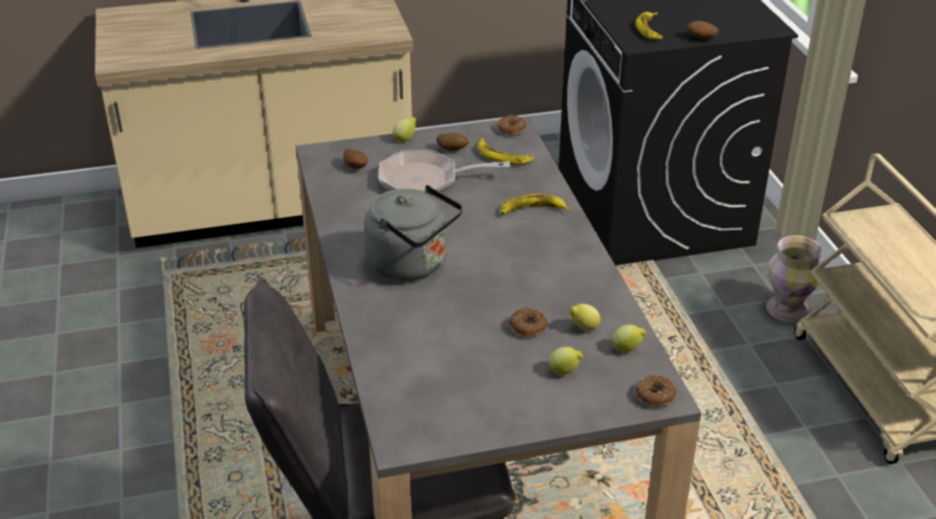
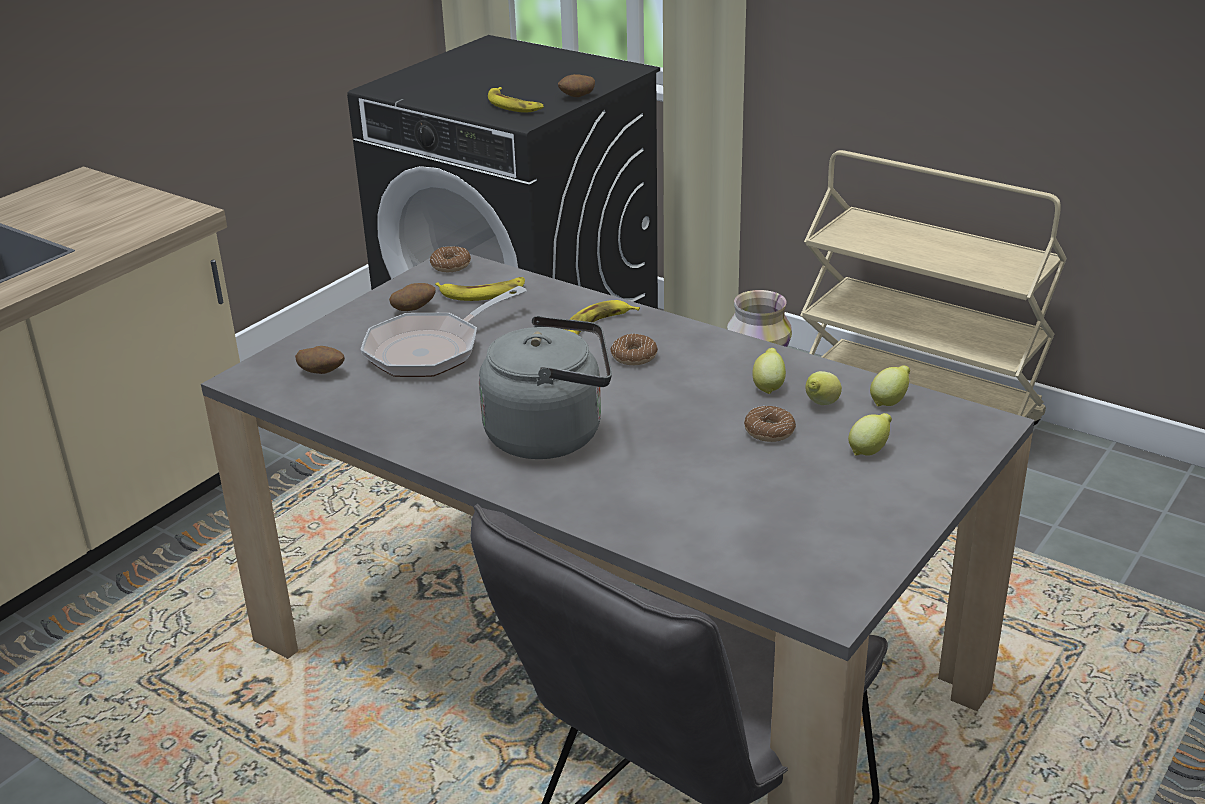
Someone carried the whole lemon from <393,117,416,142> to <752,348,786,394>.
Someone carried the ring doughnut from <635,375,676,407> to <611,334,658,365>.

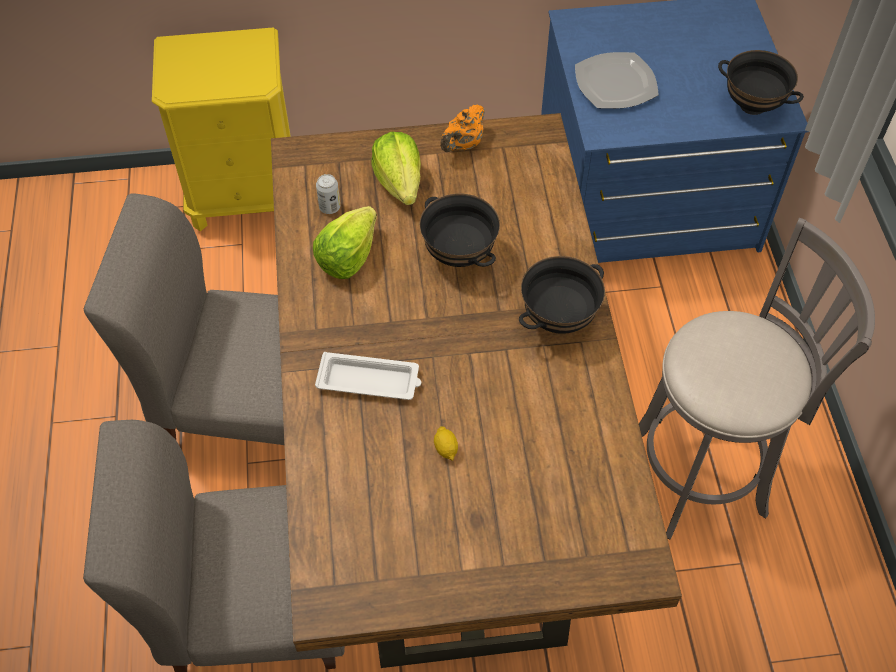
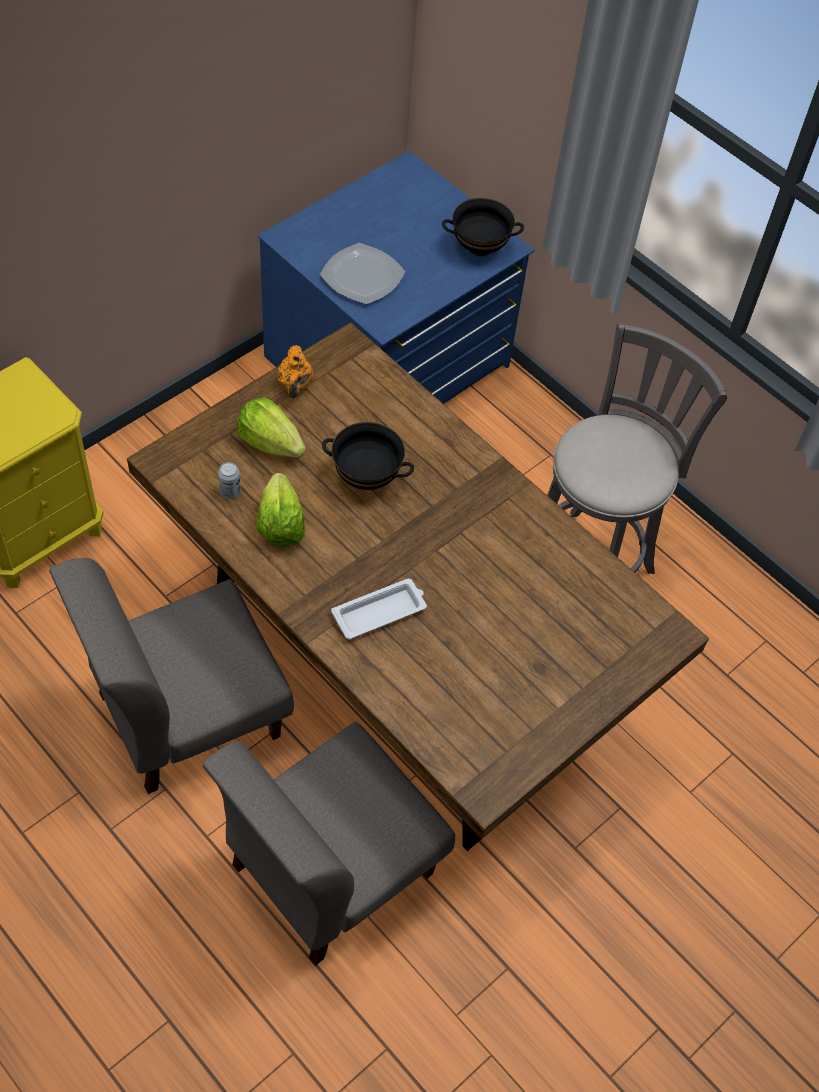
Someone took away the whole lemon at <434,426,458,461>.
Someone took away the black-coloured serving bowl at <519,256,605,334>.

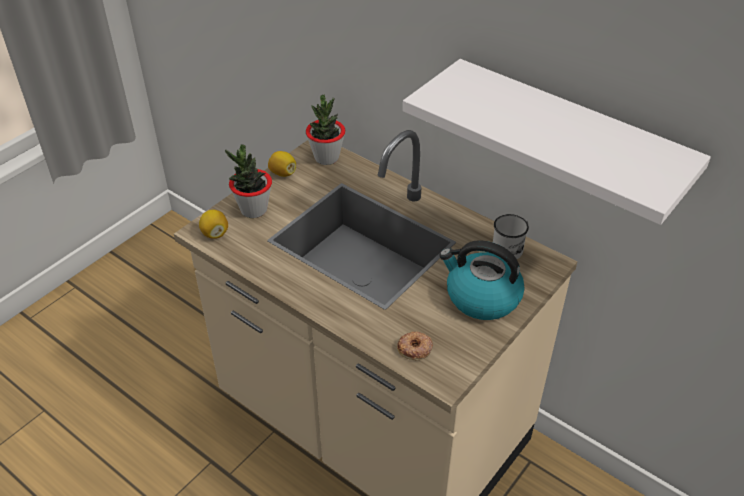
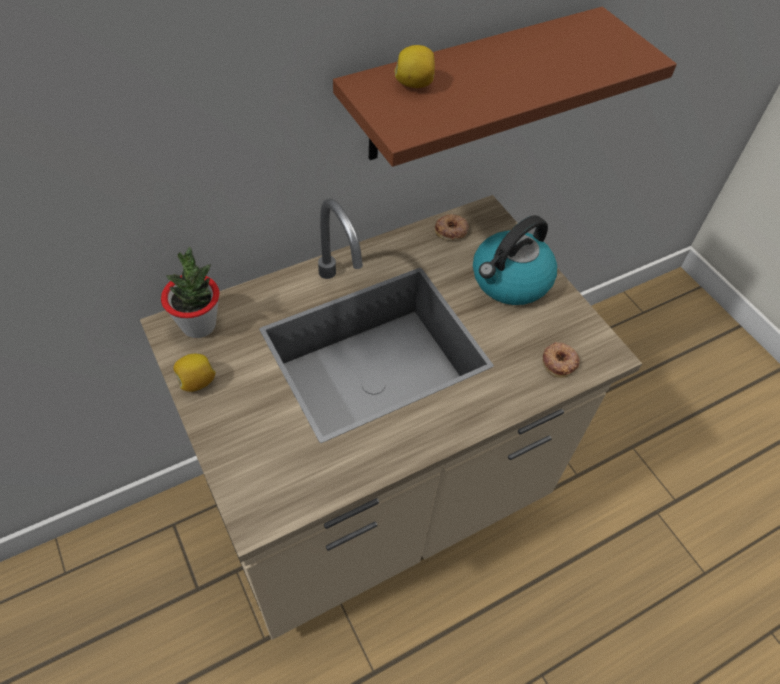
Someone took away the houseplant at <225,145,272,218>.
Someone carried the whole lemon from <199,210,228,239> to <395,45,435,88>.
Someone swapped the white-coloured coffee mug at <493,214,529,259> for the ring doughnut at <435,214,469,241>.
Someone repainted the white-coloured wall shelf at <403,59,711,225>, which became the brown-coloured wall shelf at <333,7,677,167>.

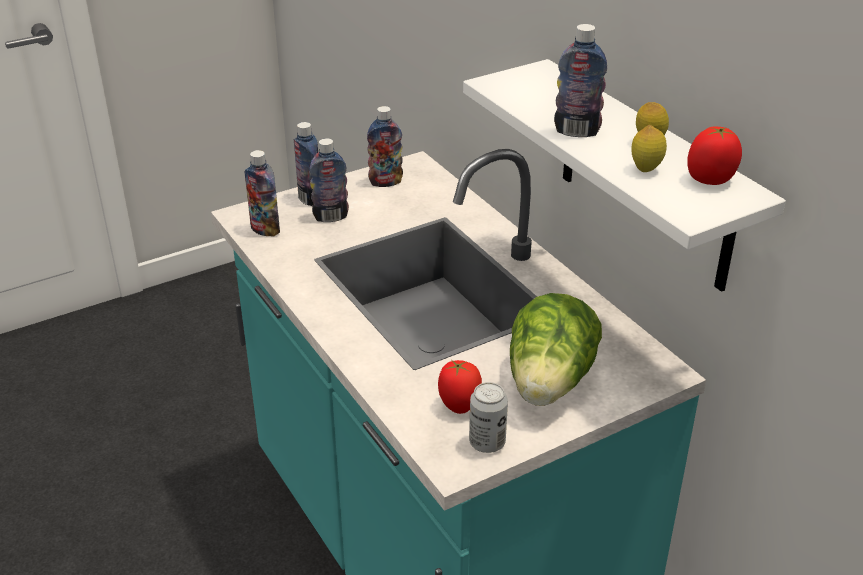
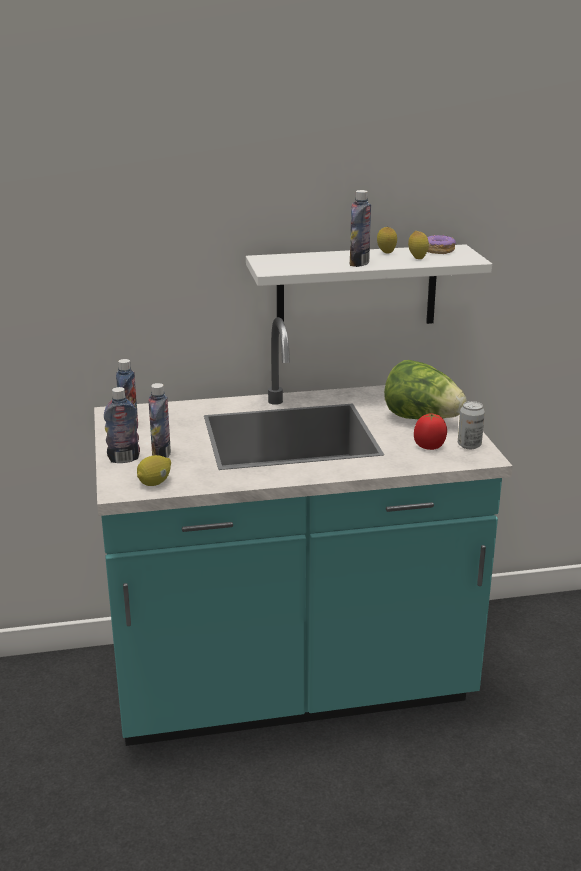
Someone swapped the bottle at <245,150,280,237> for the whole lemon at <137,455,171,486>.
Someone swapped the tomato at <687,126,742,185> for the ring doughnut at <427,234,456,254>.

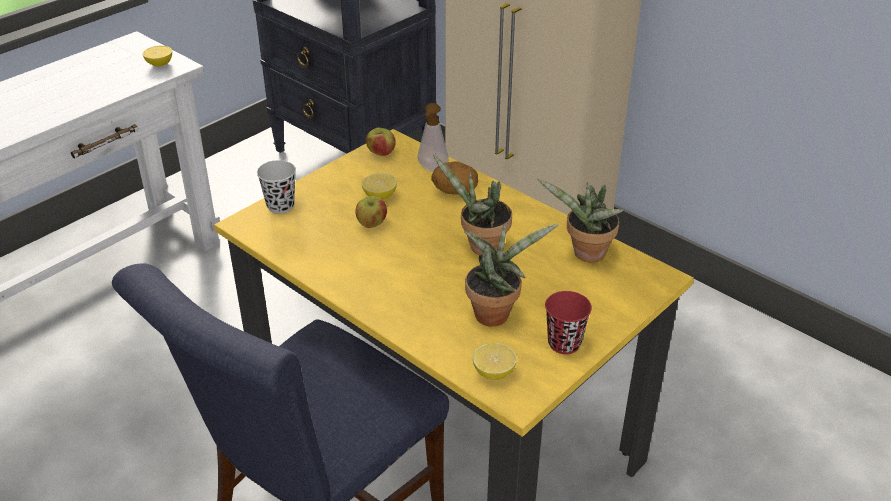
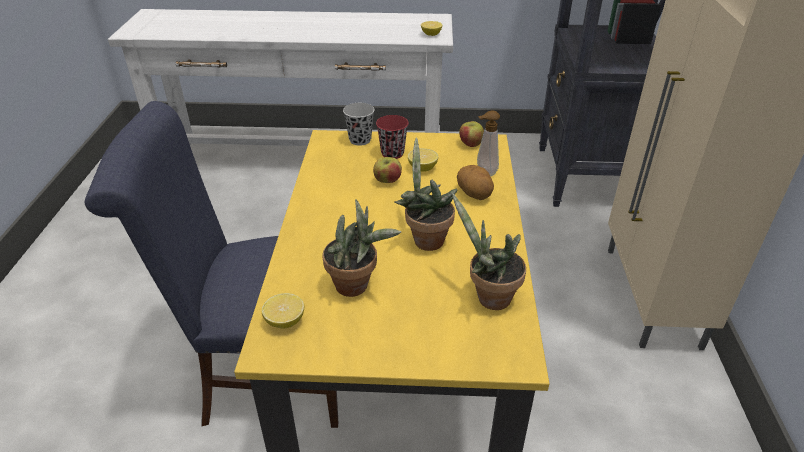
Someone carried the red-coloured drinking cup from <545,291,592,354> to <376,115,409,159>.

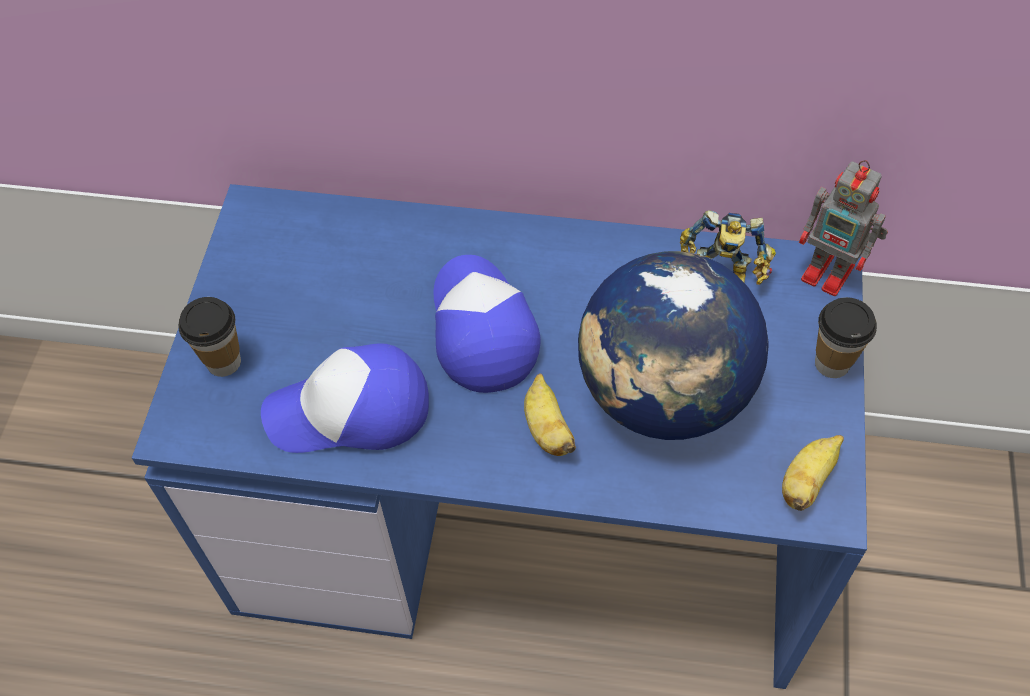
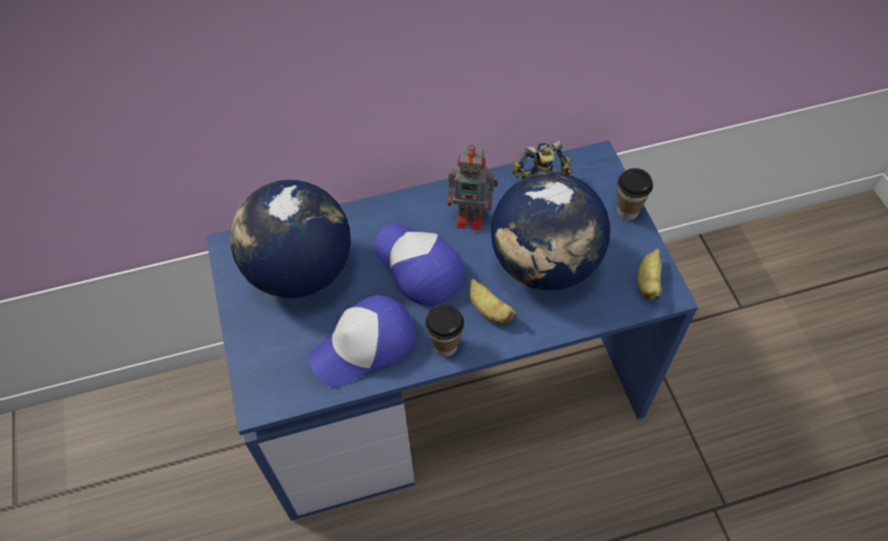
Someone put down the globe at <230,180,351,298>.
Someone carried the drinking cup from <178,297,241,377> to <425,304,464,357>.
Someone carried the robot figure from <799,160,888,296> to <448,145,498,230>.

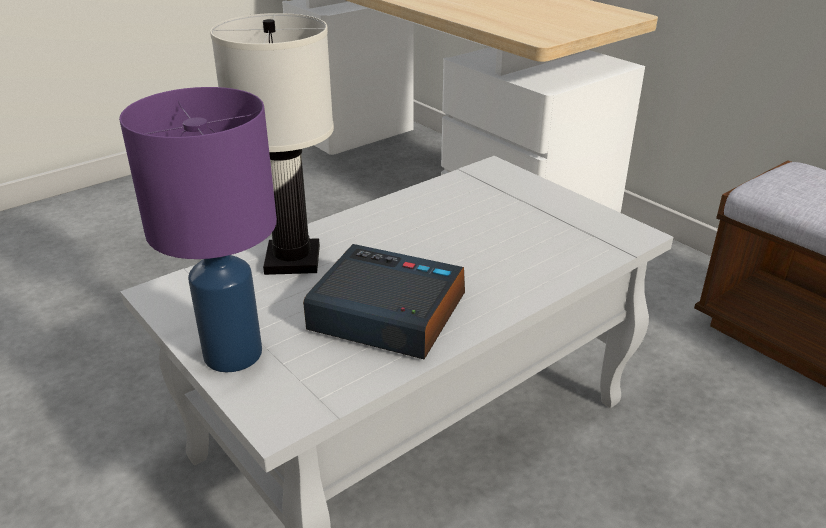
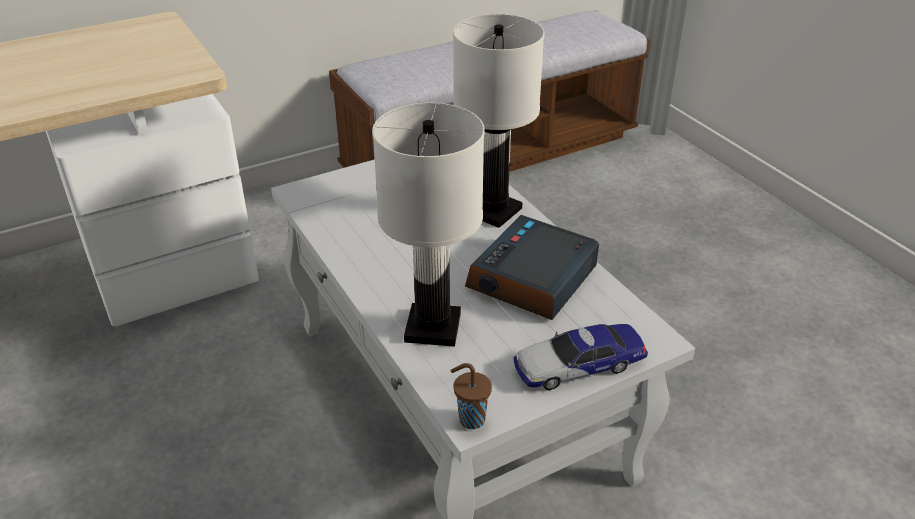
Someone put down the brown-coloured drinking cup at <451,363,492,429>.
Someone put down the white-coloured table lamp at <453,14,544,228>.
Someone swapped the purple-coloured table lamp at <119,87,277,372> for the toy car at <513,324,648,391>.

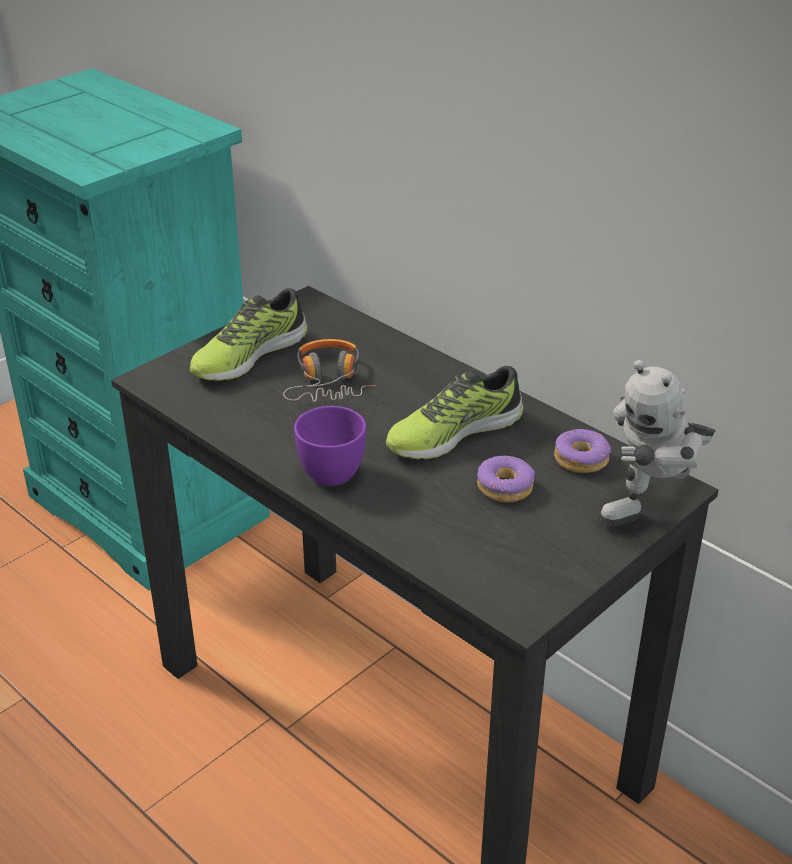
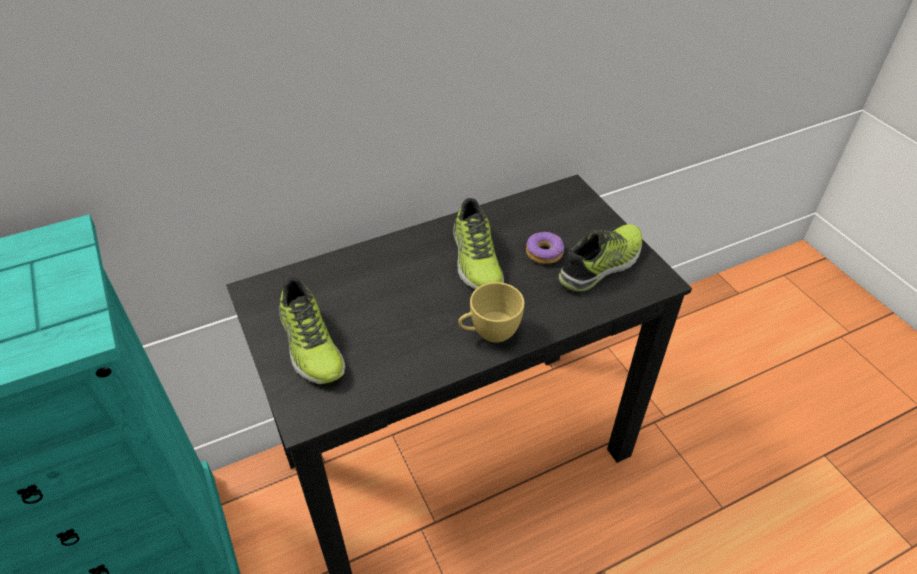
Someone took away the headphones at <283,339,376,402>.
Someone took away the ring doughnut at <554,429,611,473>.
Someone took away the robot figure at <598,360,715,527>.
Someone put down the item of footwear at <559,224,642,292>.
Someone repainted the purple-coloured drinking cup at <294,406,366,486>, which became the yellow drinking cup at <458,282,525,343>.

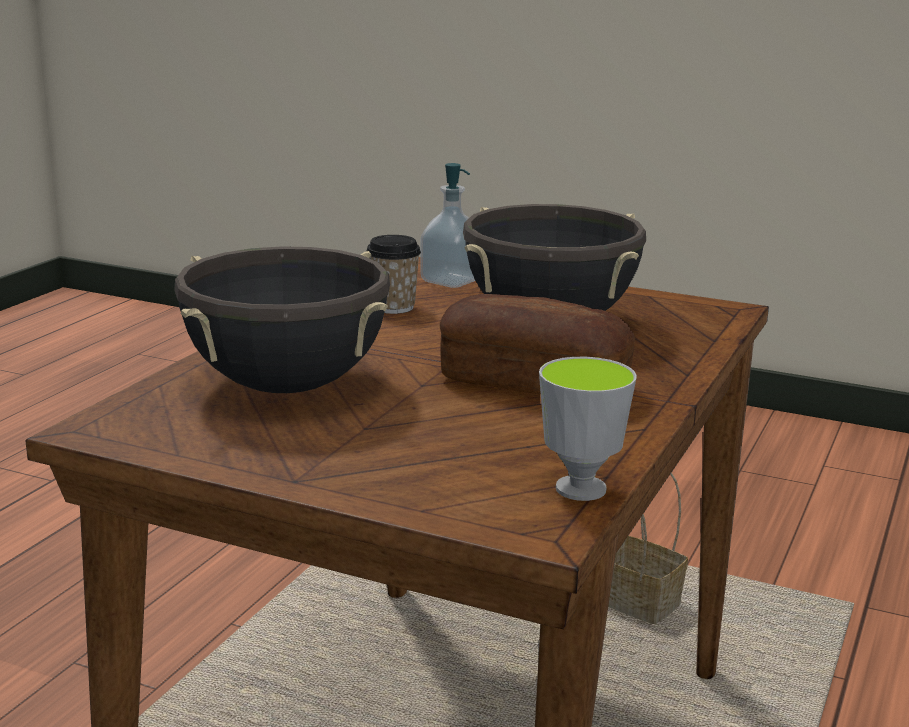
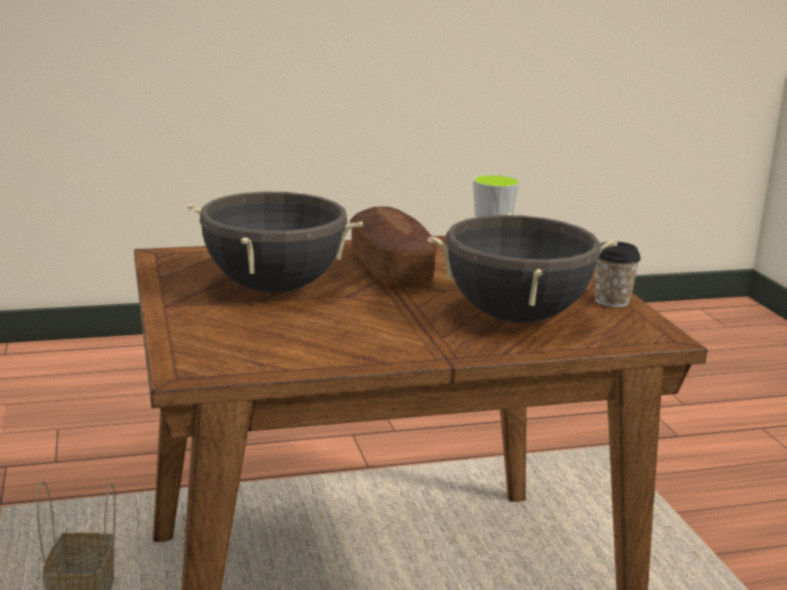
Someone took away the soap dispenser at <420,163,475,288>.
Someone carried the drinking cup from <366,235,421,314> to <595,241,641,308>.

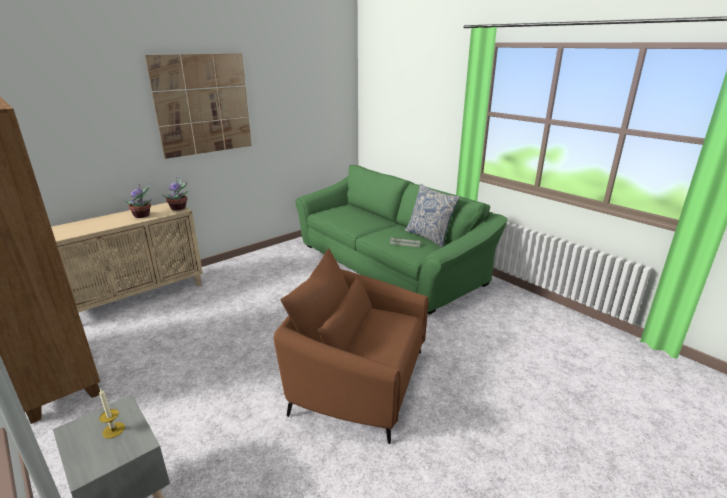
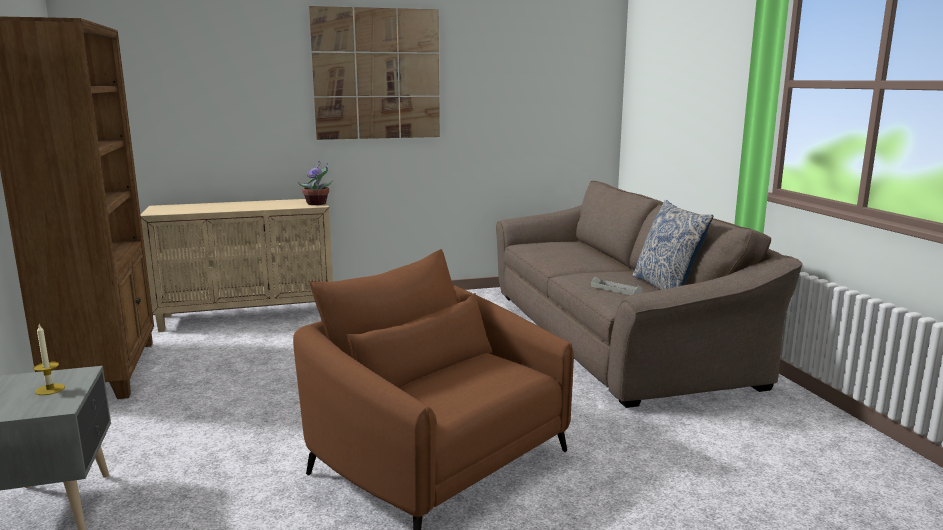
Someone took away the houseplant at <124,183,152,218>.
Someone repainted the green couch at <295,165,508,314>, which became the brown-coloured couch at <496,181,803,408>.

